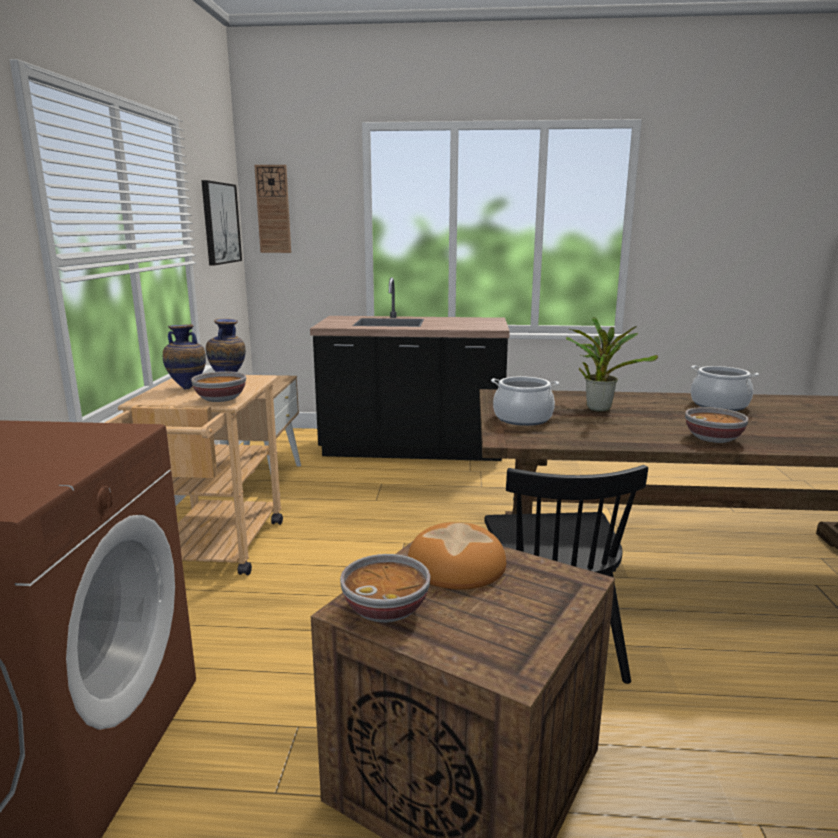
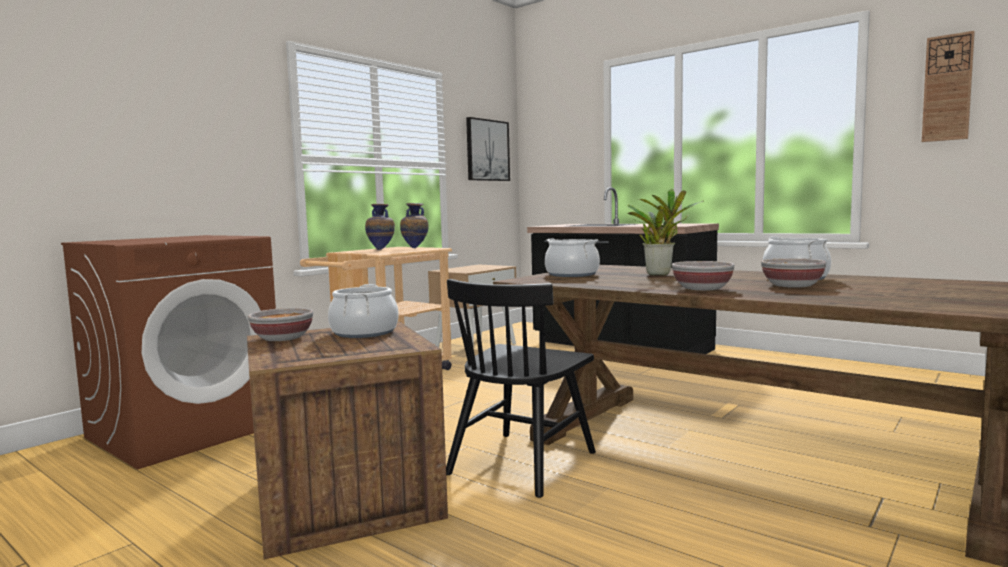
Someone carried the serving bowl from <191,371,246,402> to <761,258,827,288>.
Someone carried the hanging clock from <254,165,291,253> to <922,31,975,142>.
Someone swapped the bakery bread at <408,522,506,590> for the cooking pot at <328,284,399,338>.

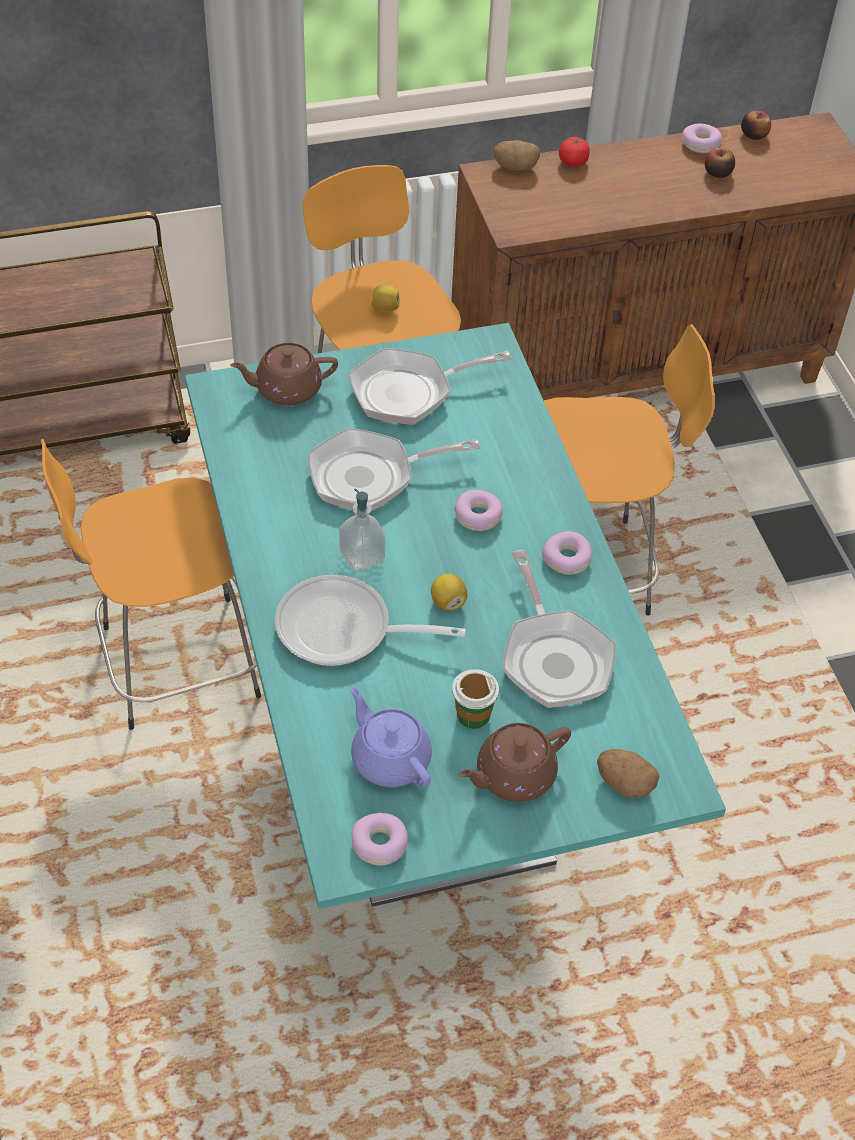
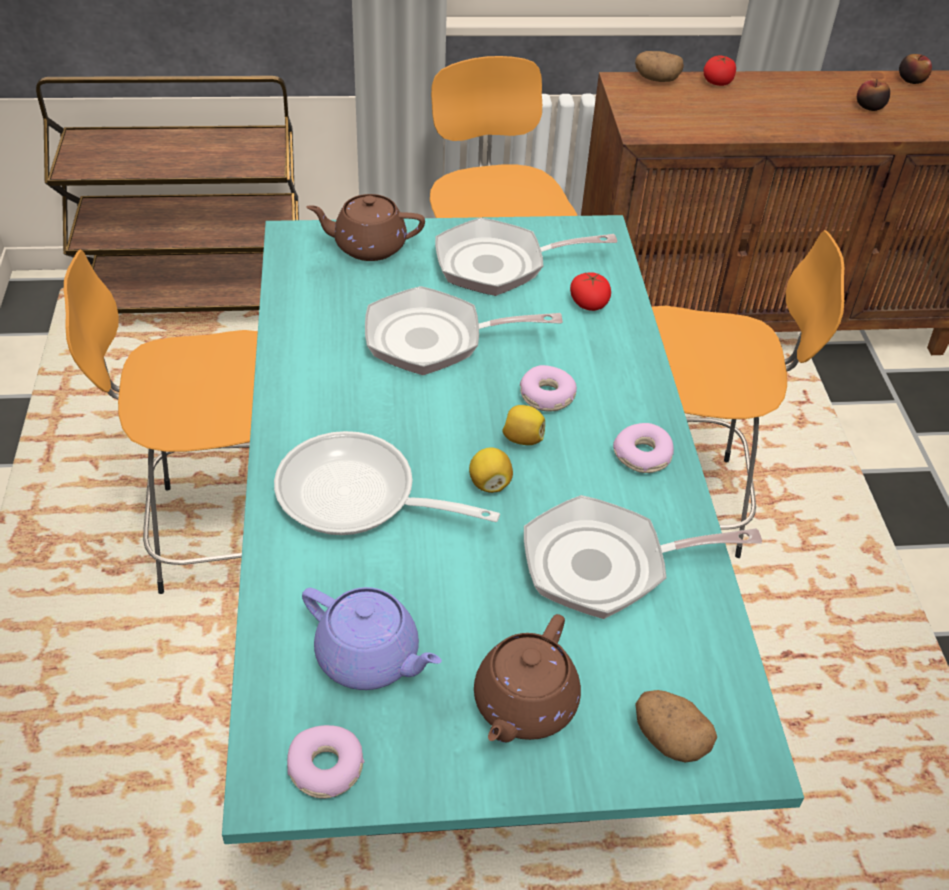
Someone took away the soap dispenser at <339,488,385,571>.
Someone took away the drinking cup at <452,669,499,729>.
Someone took away the ring doughnut at <682,124,722,153>.
Someone put down the tomato at <570,273,611,311>.
Someone carried the whole lemon from <371,284,400,312> to <502,405,545,445>.
Someone rotated the purple-coloured tea pot at <350,687,432,787> by 150 degrees clockwise.
Someone rotated the brown-coloured tea pot at <459,723,571,802> by 45 degrees counterclockwise.
Someone rotated the pan at <502,550,616,708> by 90 degrees clockwise.

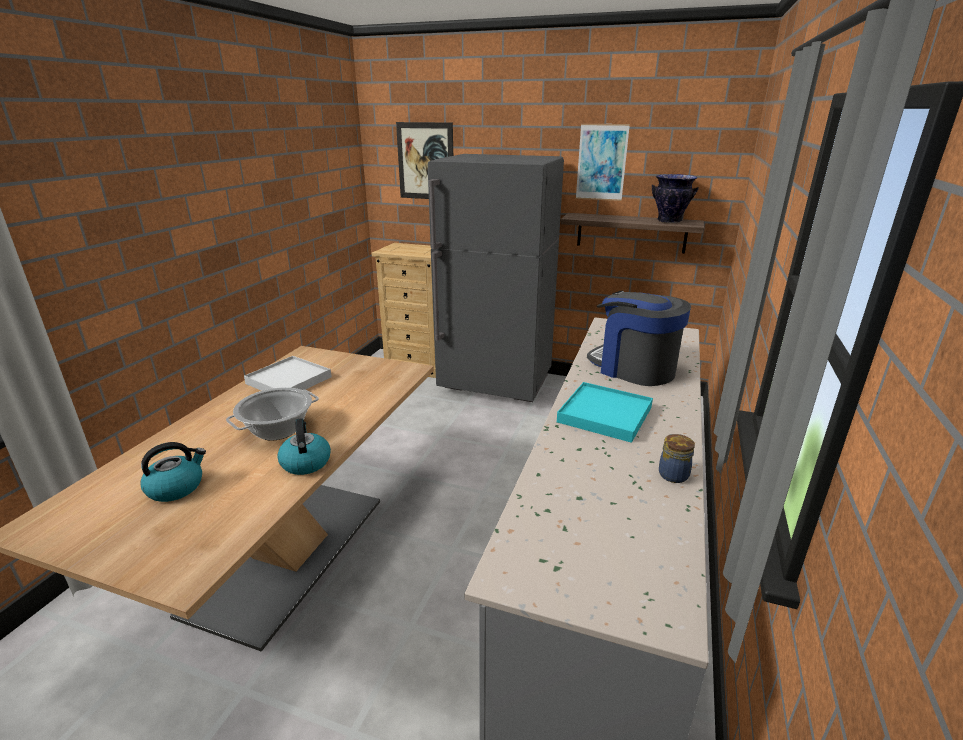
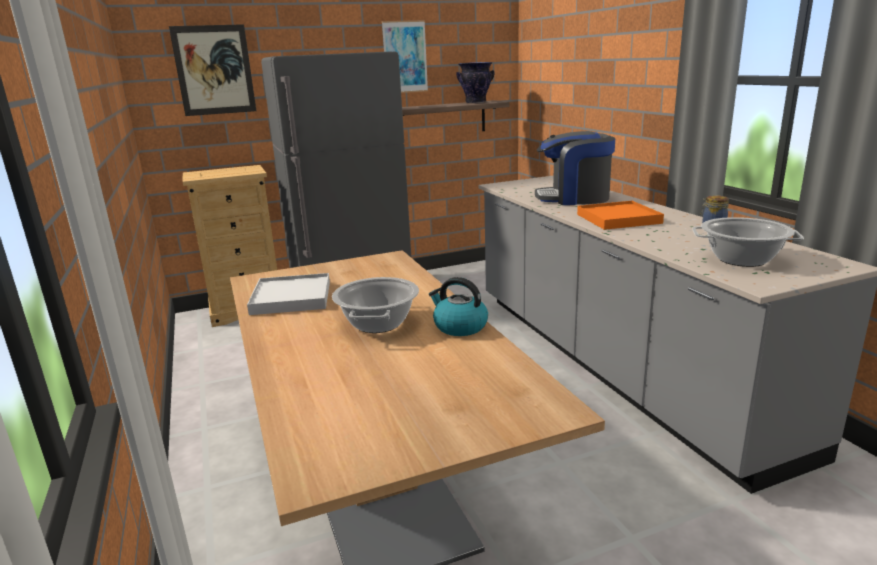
Someone took away the kettle at <140,442,206,502>.
Someone put down the cooking pot at <692,217,804,267>.
Someone repainted the turquoise-coloured serving tray at <557,382,653,443>, which became the orange-coloured serving tray at <577,201,664,230>.

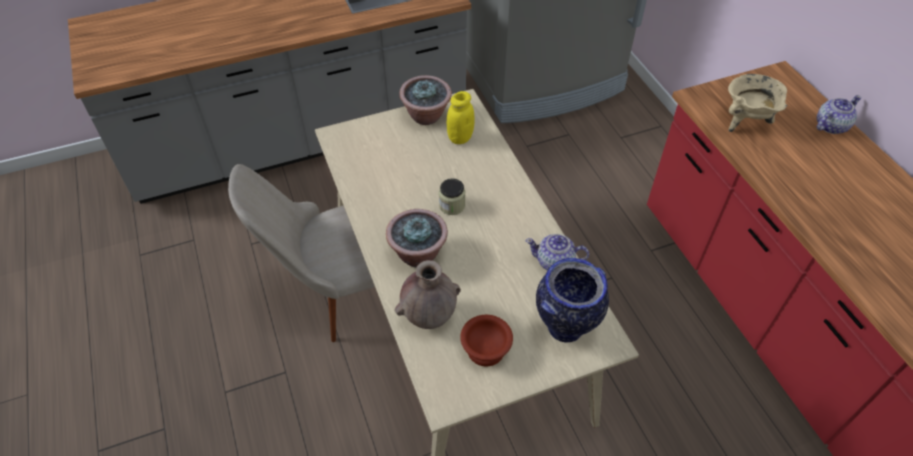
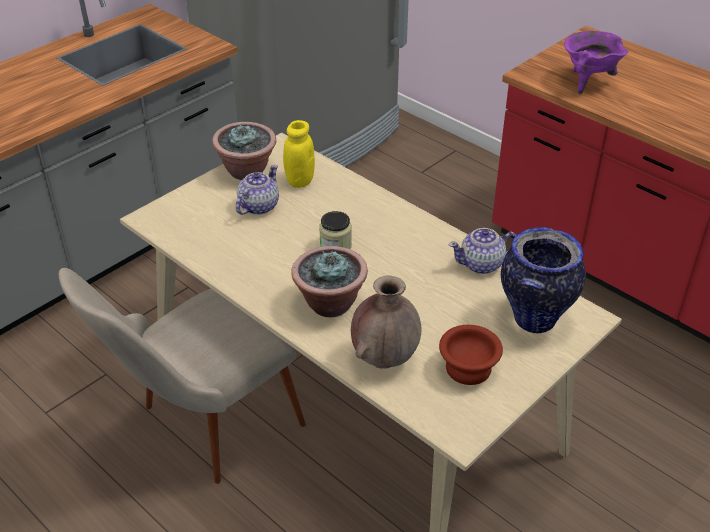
Someone carried the tea pot from <817,95,861,134> to <236,165,279,215>.
Someone repainted the beige cooking pot at <728,74,787,132>, which became the purple-coloured cooking pot at <564,31,628,94>.

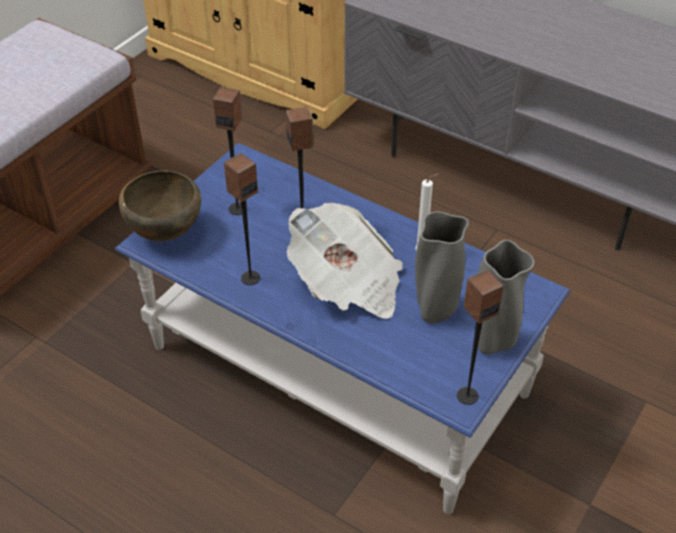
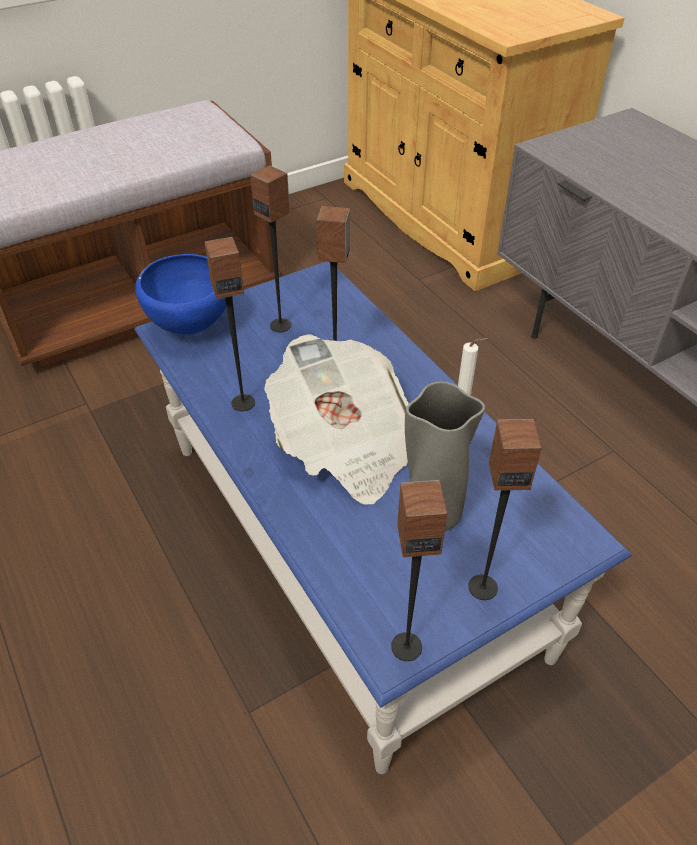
Someone swapped the grey vase at <478,240,534,355> for the audio speaker at <468,419,542,600>.
Someone repainted the brown-coloured serving bowl at <119,170,201,241>, which became the bluish serving bowl at <135,254,226,335>.

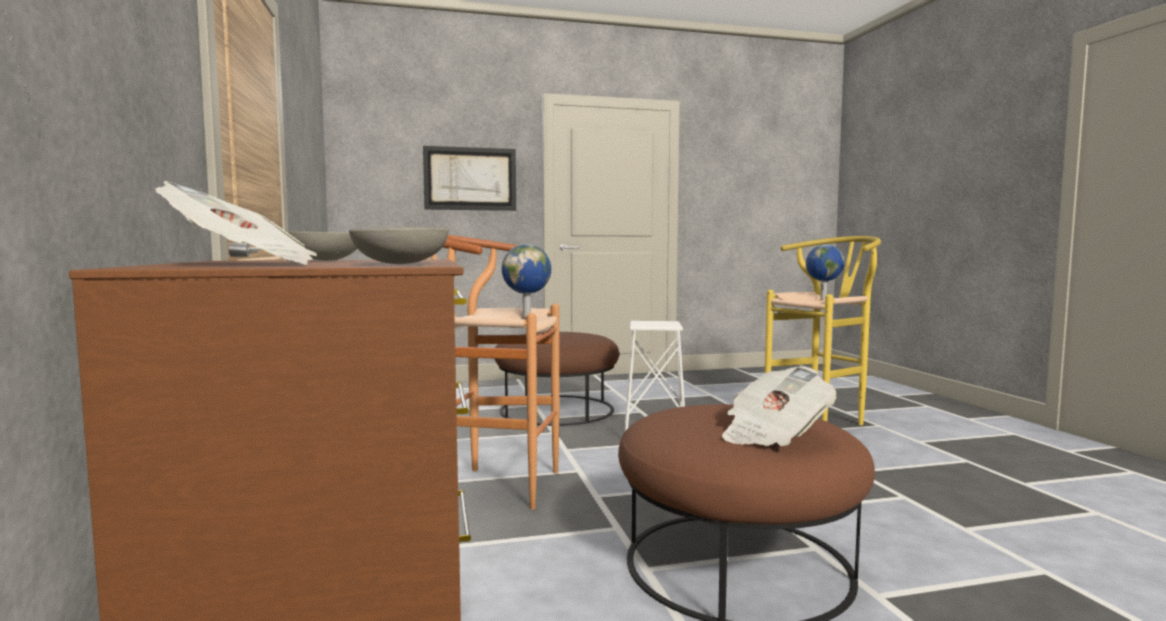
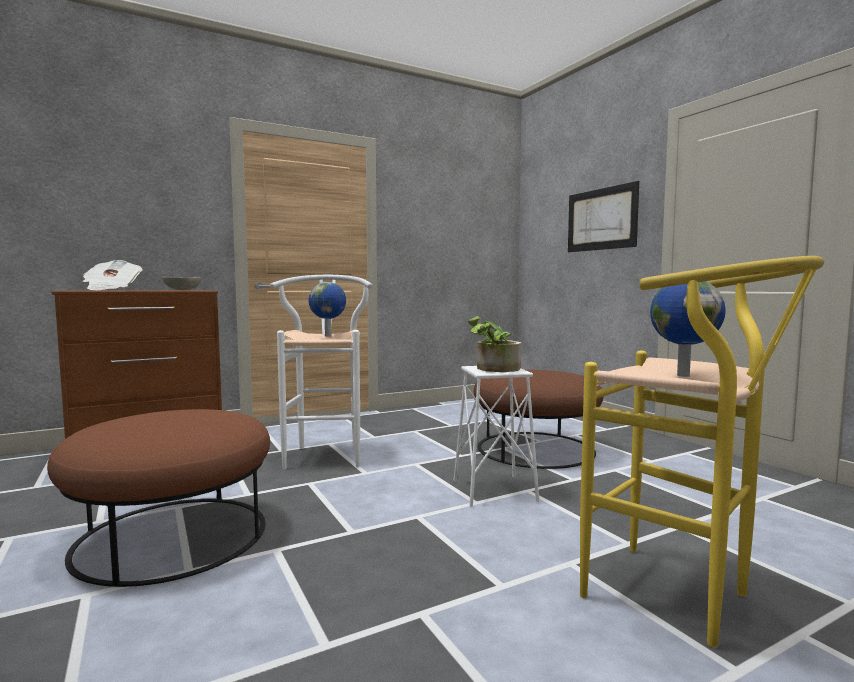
Someone took away the grey serving bowl at <349,228,449,264>.
Someone took away the daily paper at <722,367,836,446>.
Someone put down the houseplant at <468,316,522,372>.
Someone repainted the brown-coloured sitting stool at <426,235,560,510>, which became the white-coloured sitting stool at <270,275,373,469>.

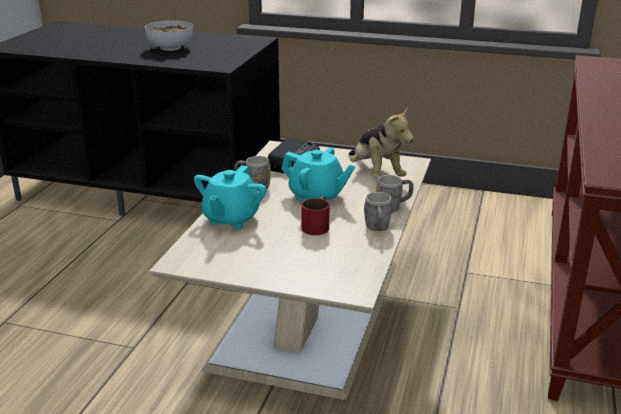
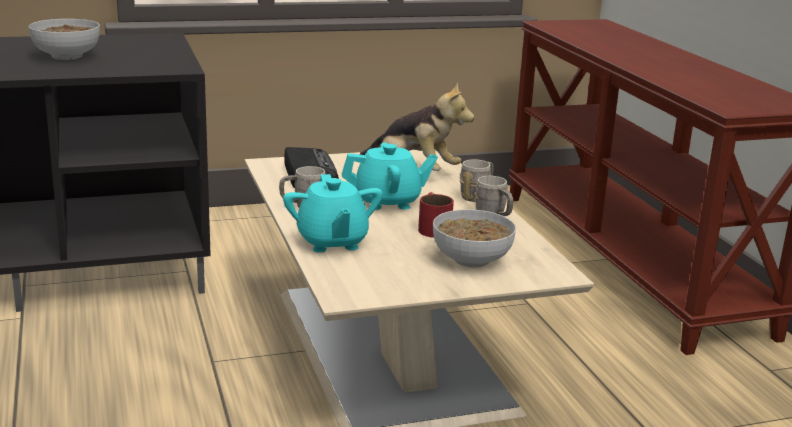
Someone put down the serving bowl at <433,209,516,267>.

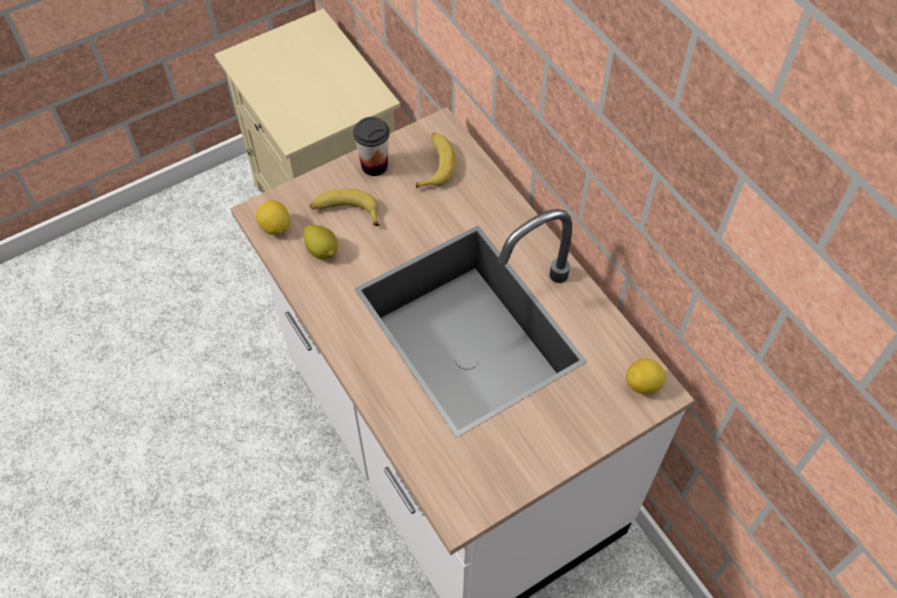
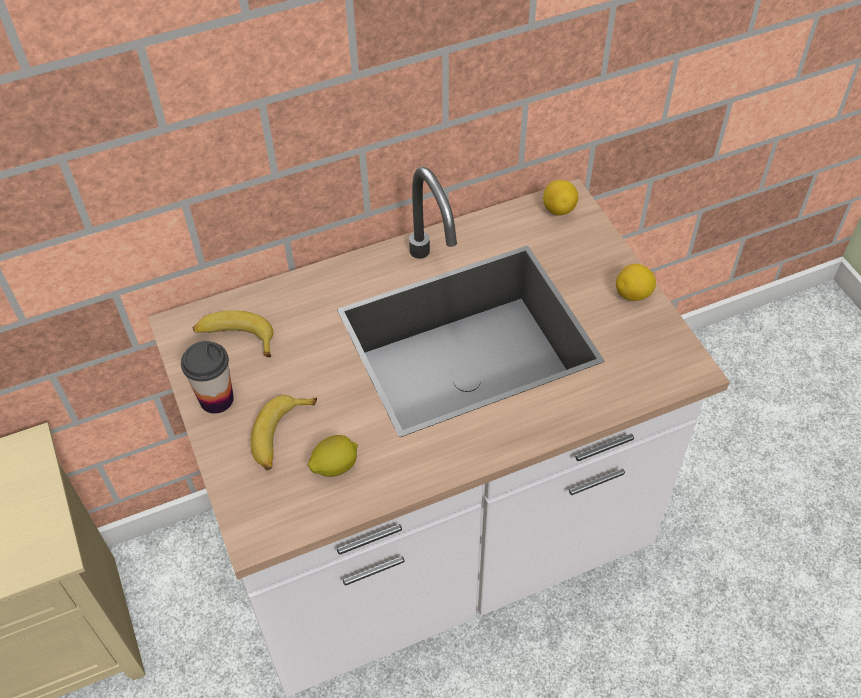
Someone carried the whole lemon from <256,200,290,235> to <616,264,656,301>.

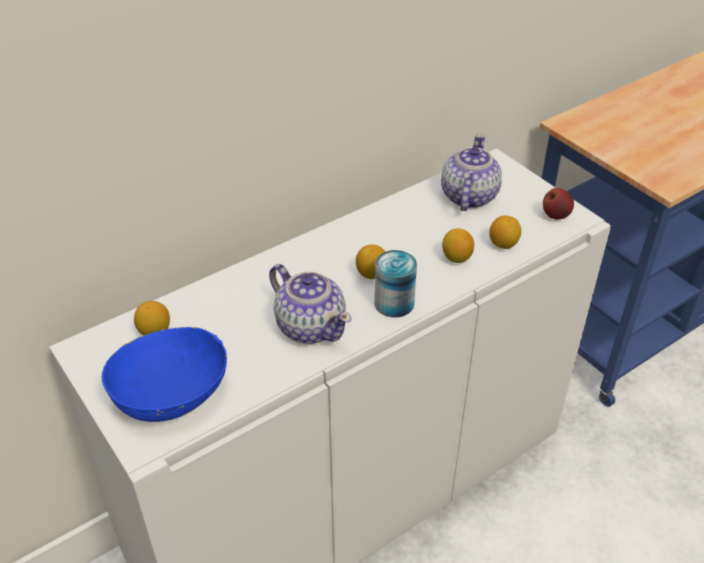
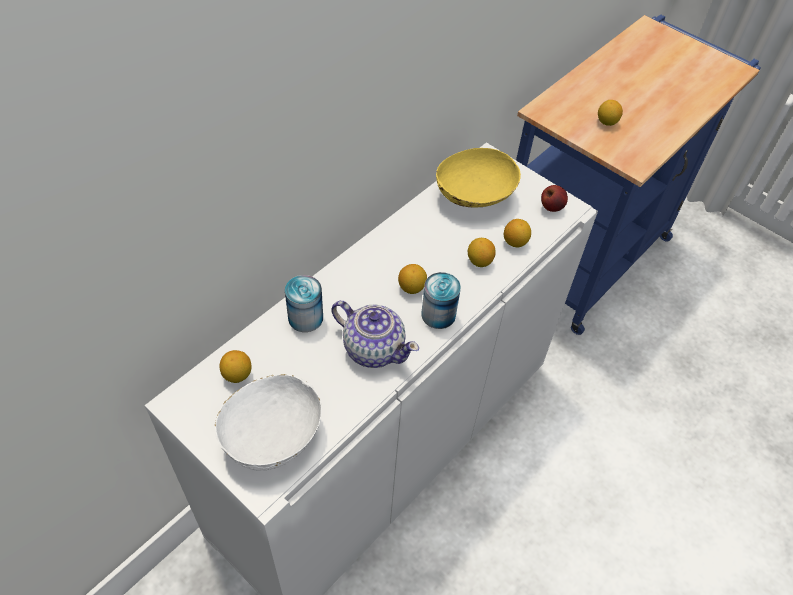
Someone put down the can at <285,275,323,332>.
Someone put down the whole lemon at <598,100,623,126>.
Someone swapped the tea pot at <441,134,502,211> for the yellow serving bowl at <436,148,521,207>.
Someone repainted the bluish serving bowl at <102,327,227,422>, which became the white-coloured serving bowl at <215,374,322,471>.

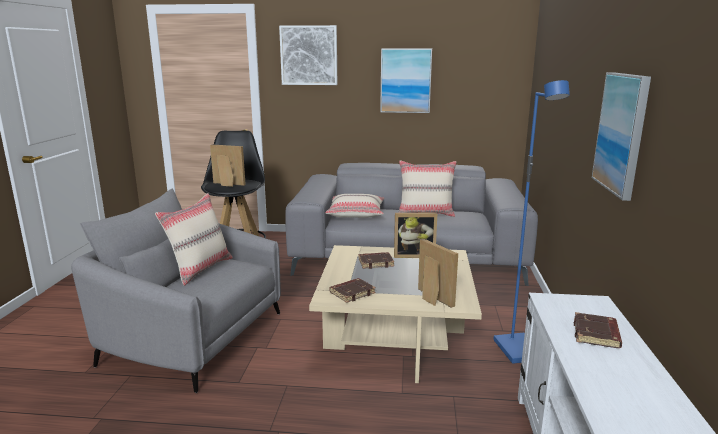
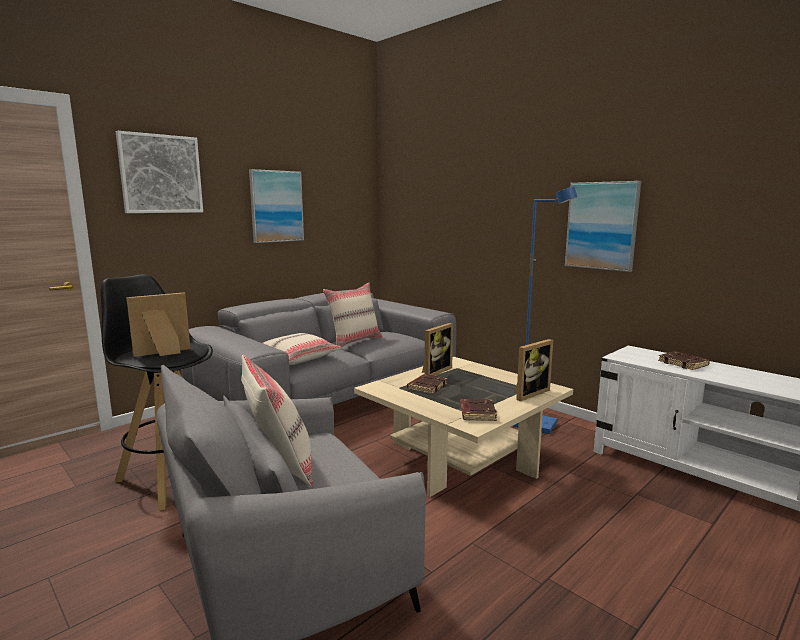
Someone rotated the photo frame at <418,239,458,308> by 135 degrees clockwise.

